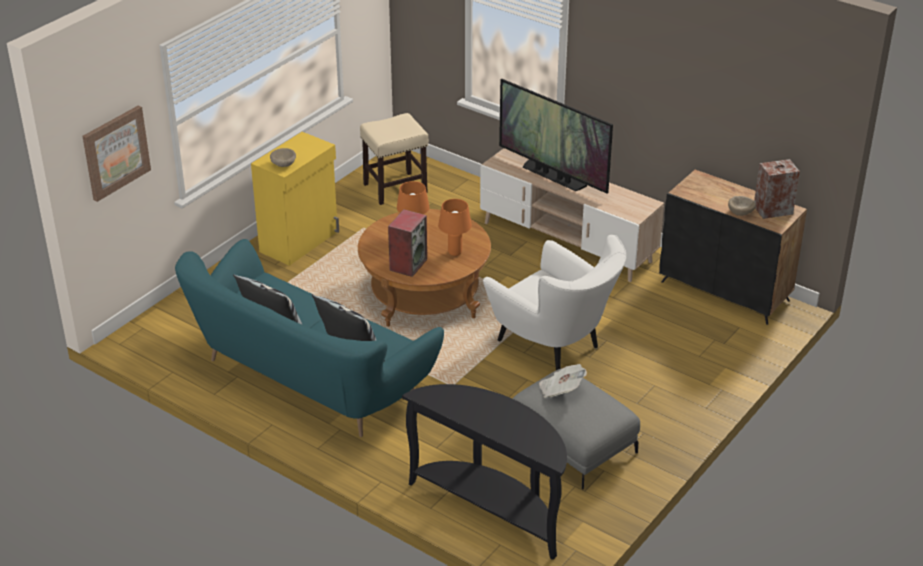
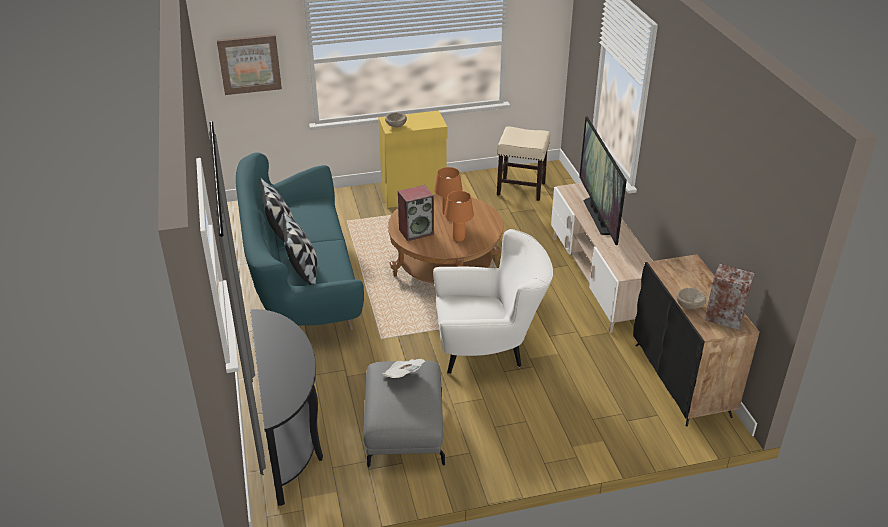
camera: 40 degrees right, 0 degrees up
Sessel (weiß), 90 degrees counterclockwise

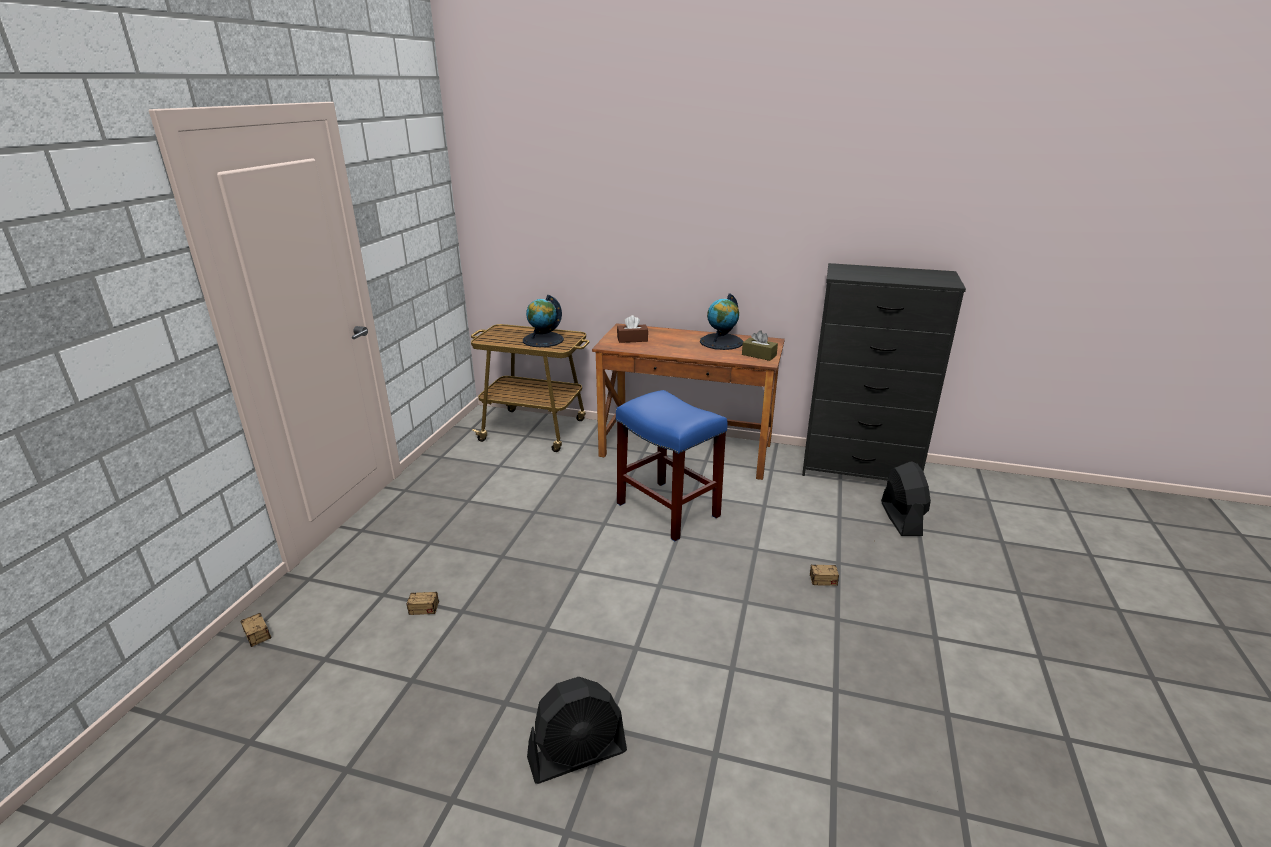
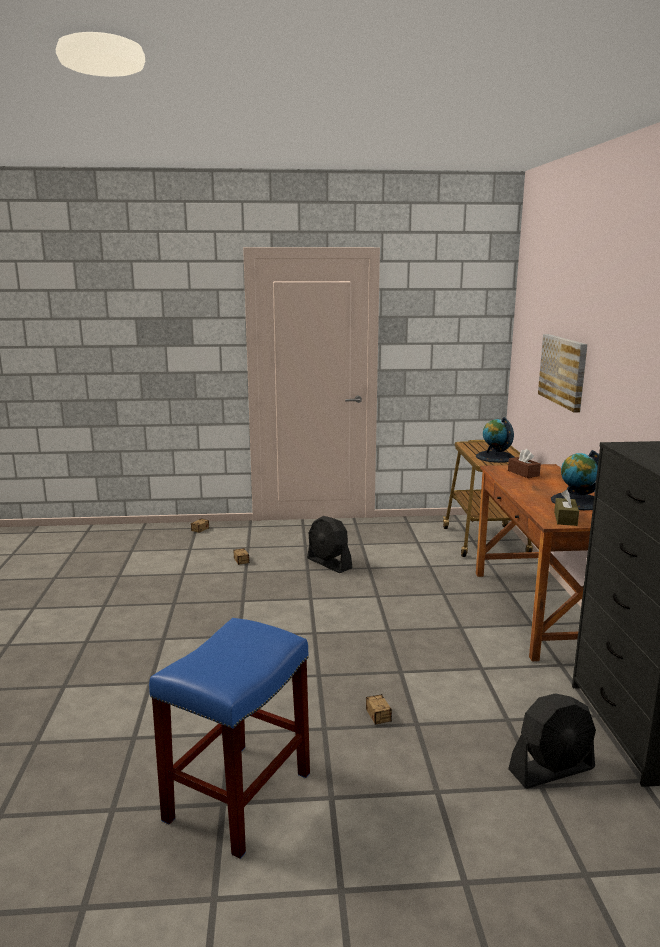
camera: 70 degrees right, 10 degrees down
Hocker (blau), move
Ventilator (schwarz) (1st from left), move
none -> Bild

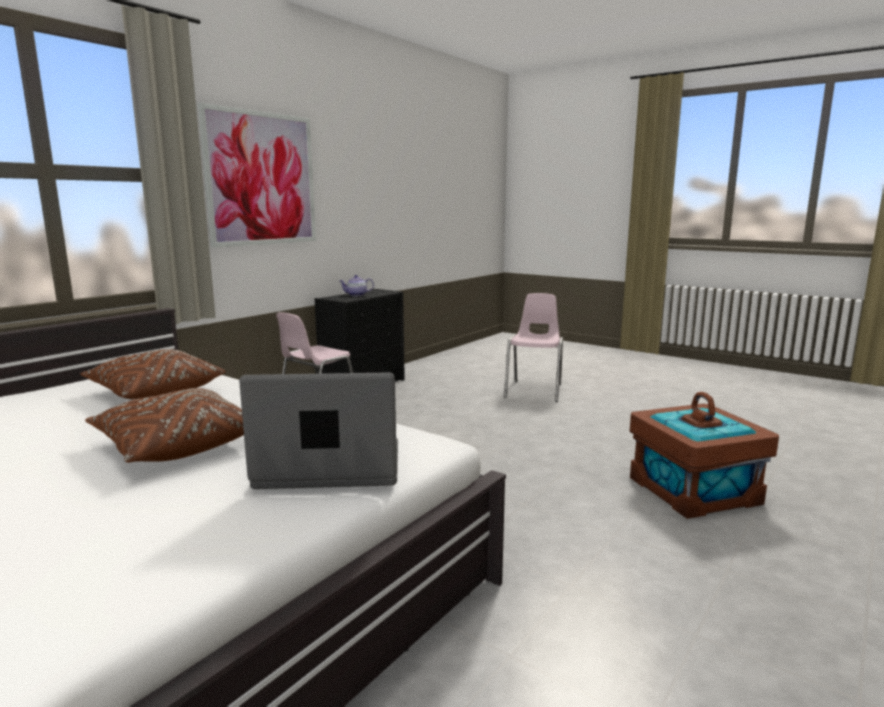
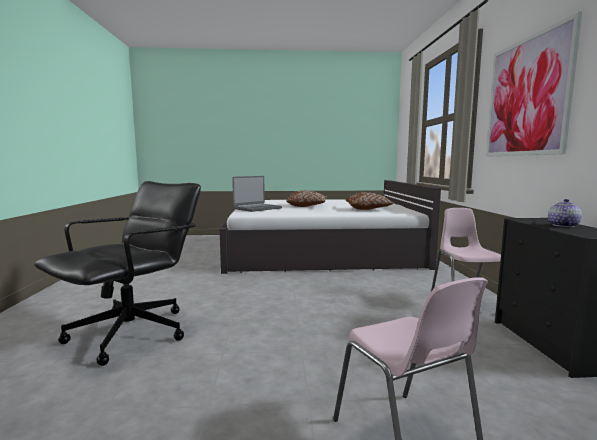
camera: 140 degrees right, 5 degrees down
Aufbewahrungsbox (braun) -> Bürostuhl (schwarz)

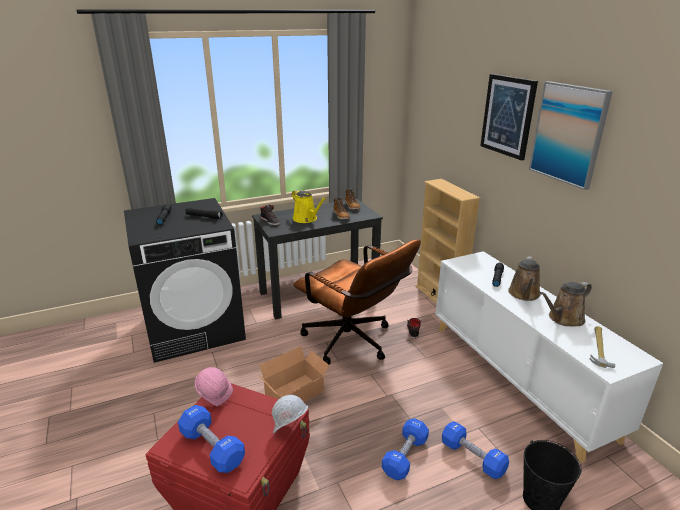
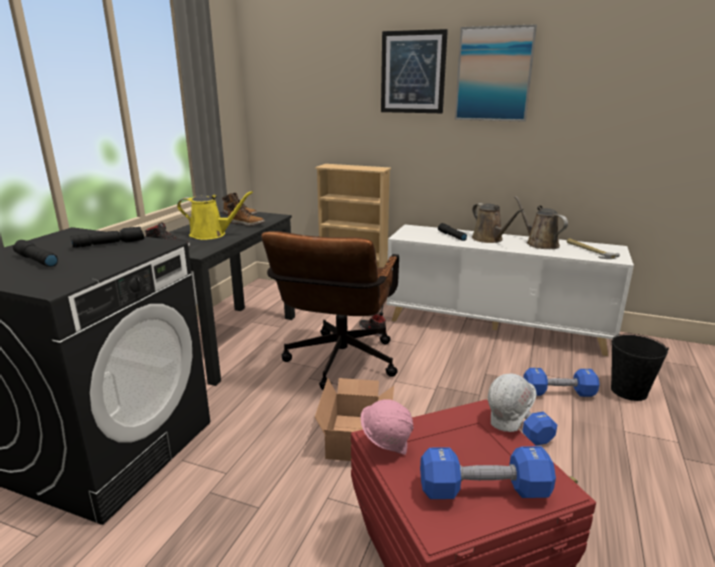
camera: 45 degrees left, 5 degrees down
Bürostuhl (braun), 105 degrees clockwise
Gießkanne (braun) (2nd from left), 135 degrees clockwise

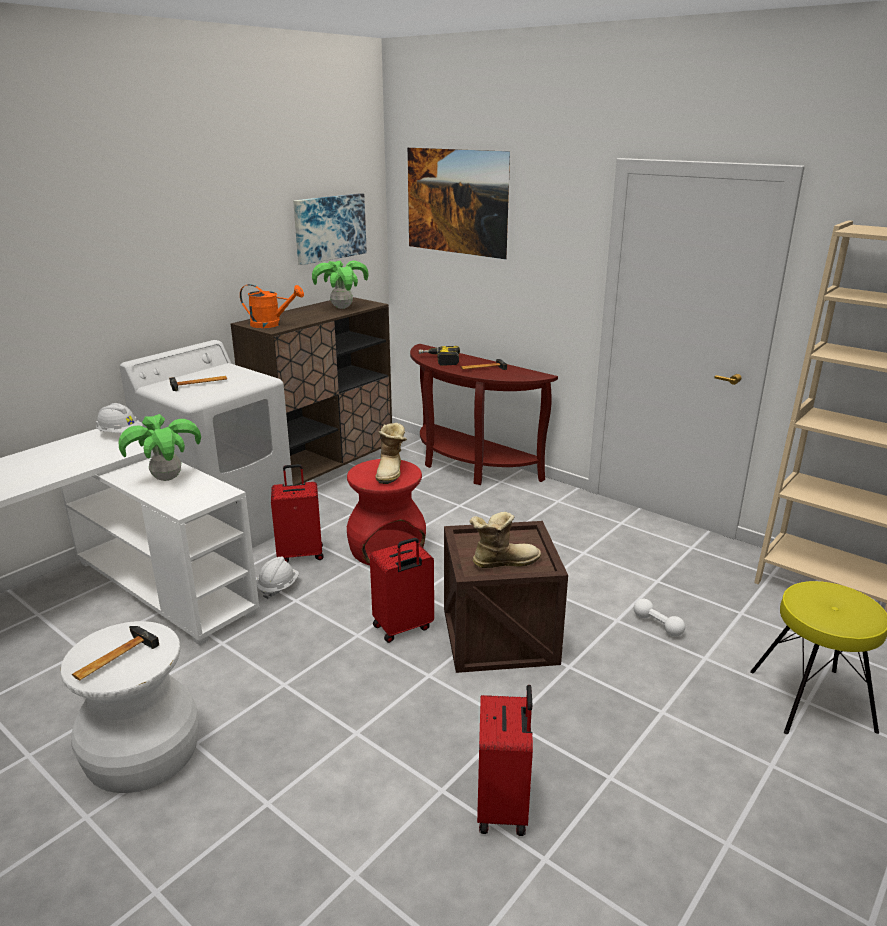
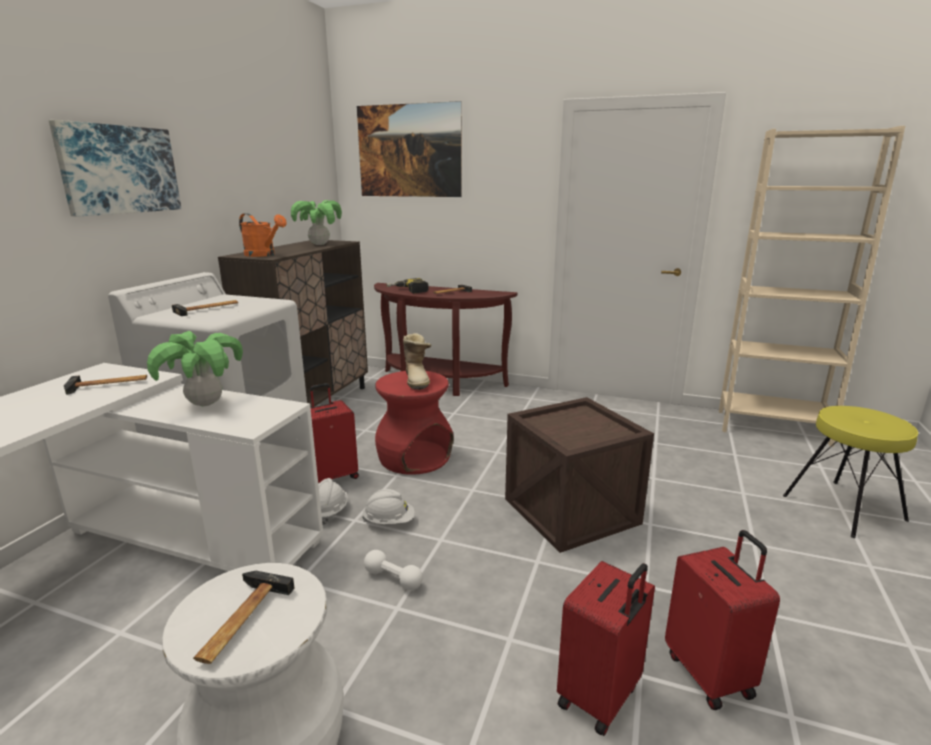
camera: 20 degrees left, 5 degrees down
Bild (1st from left), move
none -> Hammer (1st from left)
Gießkanne (orange), 45 degrees clockwise
Schutzhelm (weiß) (1st from left in the first image) -> Schutzhelm (weiß) (2nd from left), move
Hantel (weiß), move
Koffer (rot) (2nd from left), move
Stiefel (2nd from left) -> none

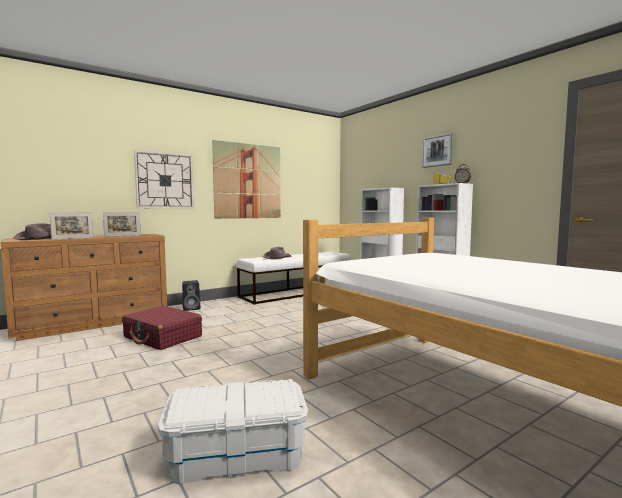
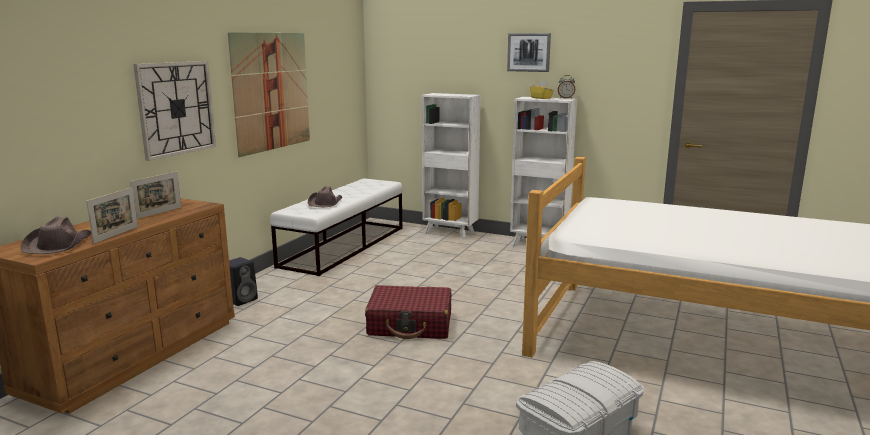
camera: 30 degrees left, 10 degrees up
Koffer (rot), move

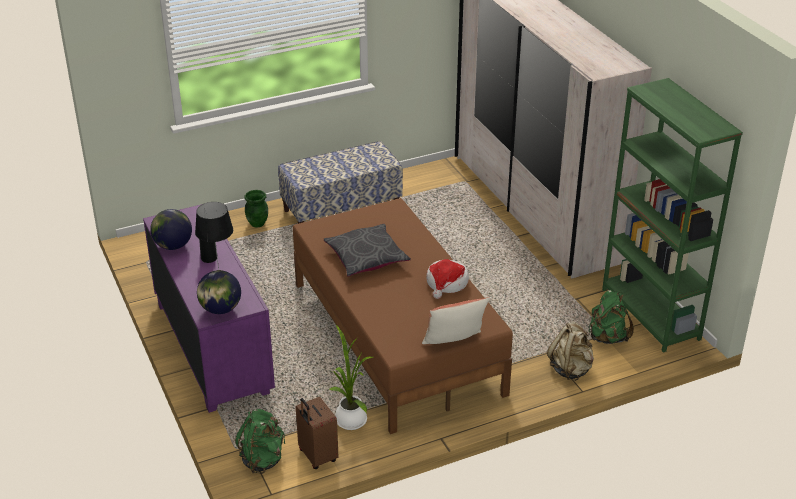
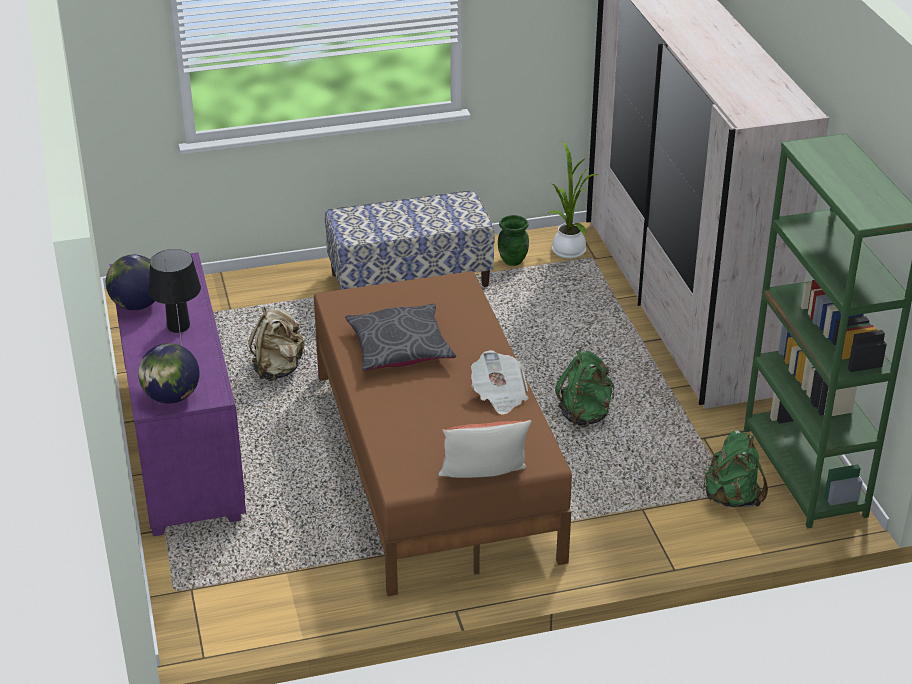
camera: 10 degrees right, 0 degrees up
Rucksack (beige), move
Hut -> Zeitung
Vase (grün), move
Topfpflanze, move
Rucksack (grün) (1st from left), move
Koffer (braun) -> none

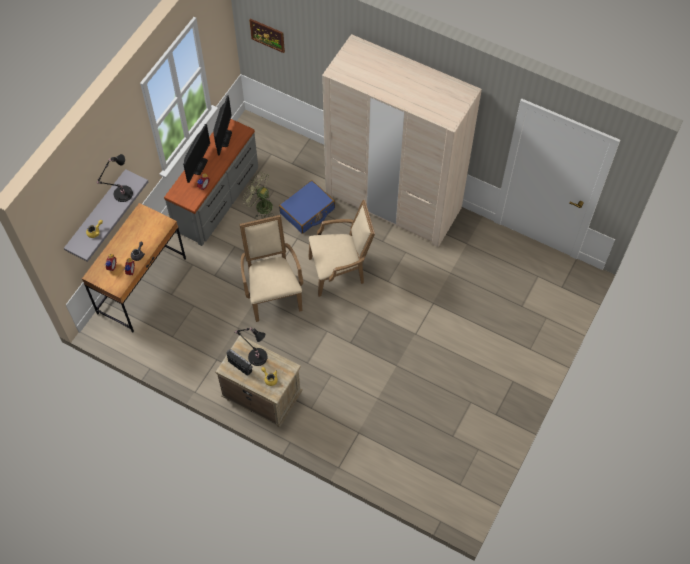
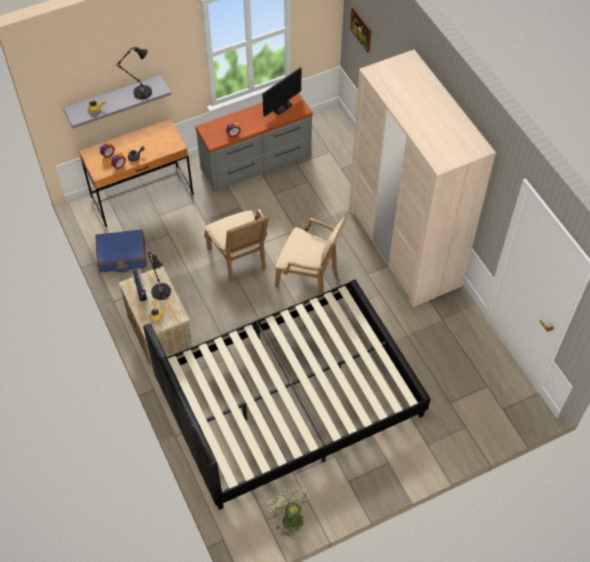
camera: 35 degrees right, 5 degrees down
Koffer (blau), move
none -> Bett (schwarz)
Sessel (beige) (1st from left), 135 degrees clockwise
Ventilator (grün), move
Monitor (1st from left) -> none

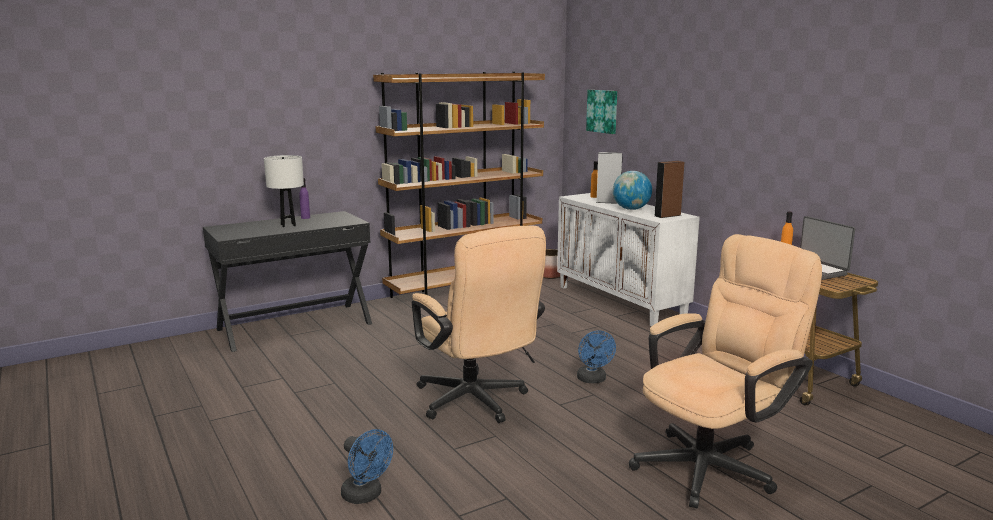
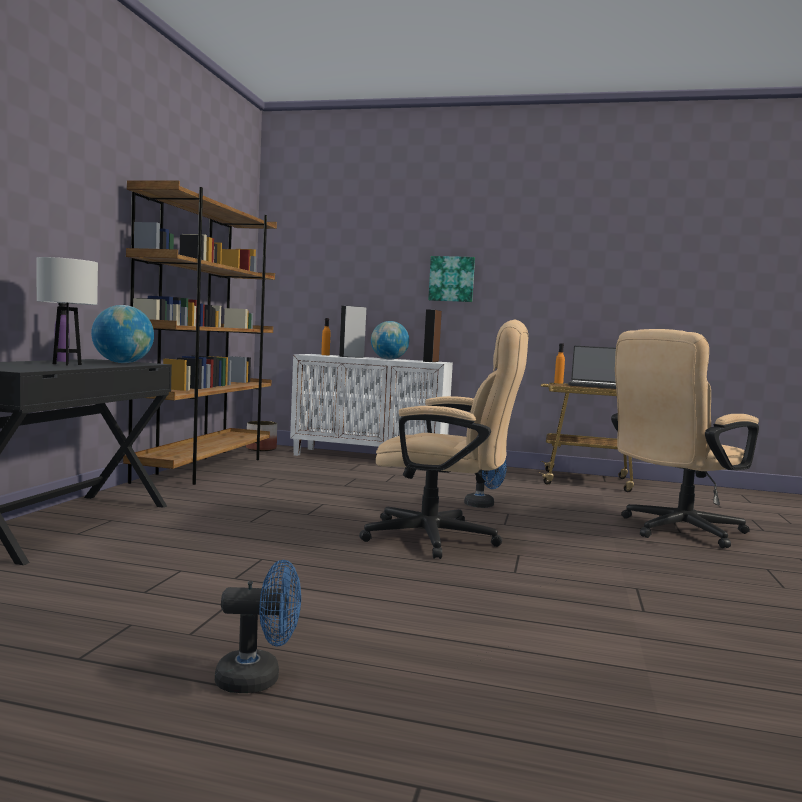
camera: 45 degrees left, 10 degrees down
none -> Globus (1st from left)
Ventilator (blau) (1st from left), move
Bild, move
Bürostuhl (beige) (2nd from left), 135 degrees counterclockwise

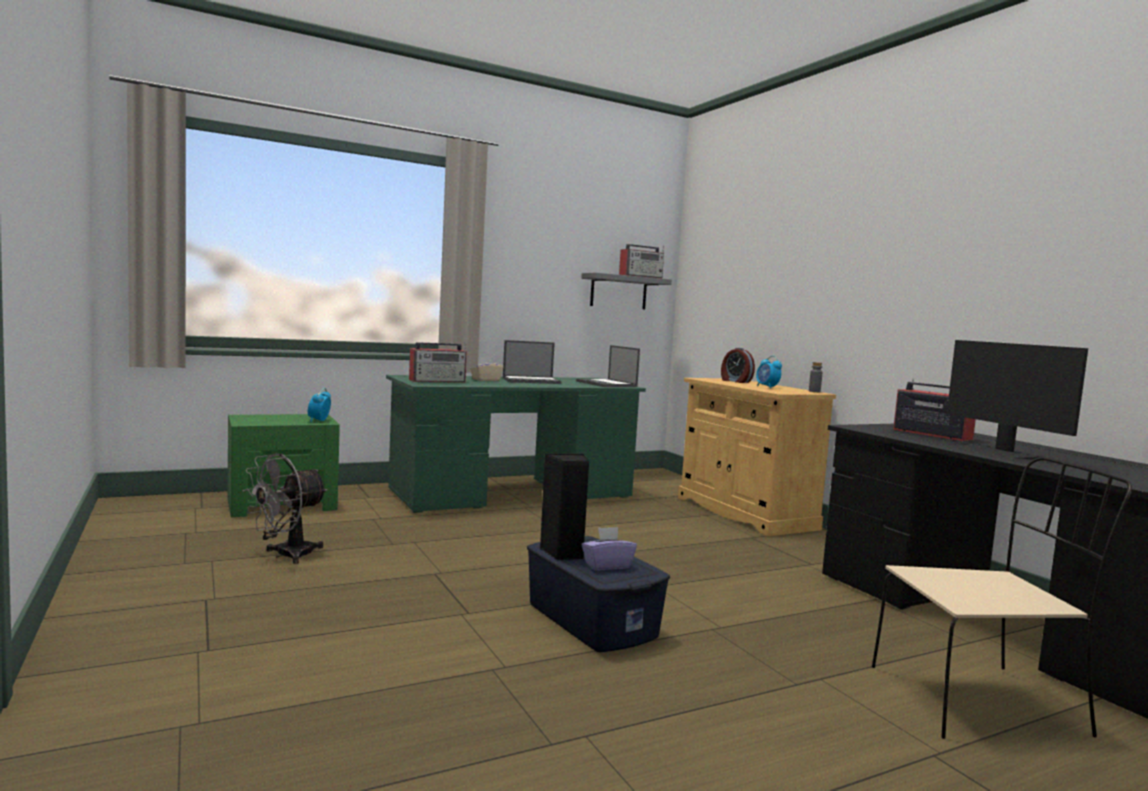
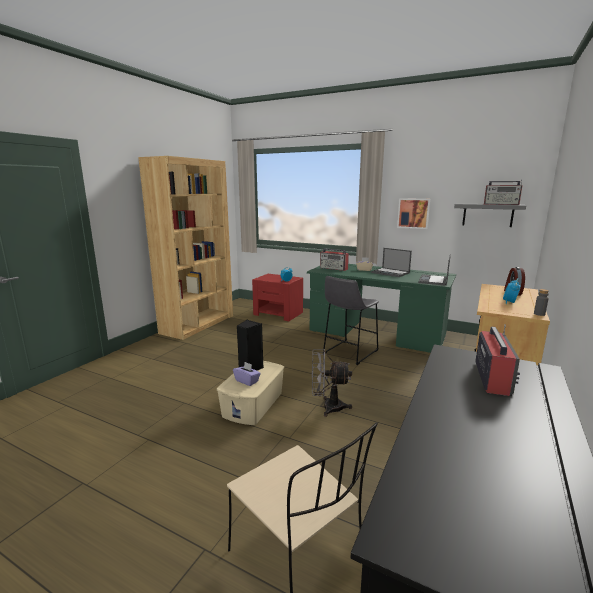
camera: 55 degrees right, 10 degrees up
none -> Bücherregal (braun)
Aufbewahrungsbox (blau) -> Aufbewahrungsbox (beige)
Nachttisch (grün) -> Nachttisch (rot)
Ventilator (grau), move
none -> Hocker (grau)
none -> Bild
Monitor -> none

